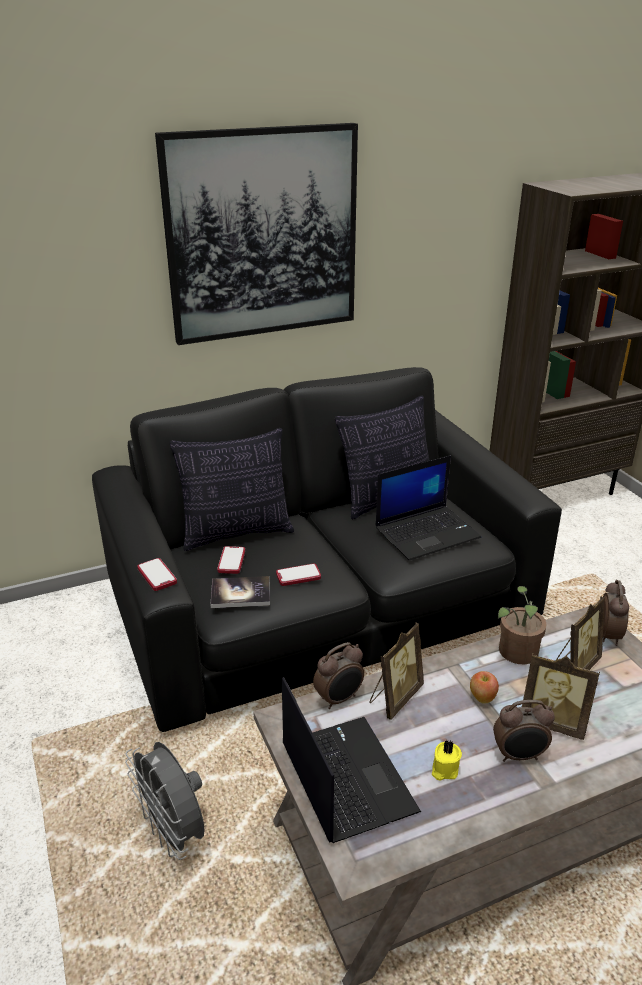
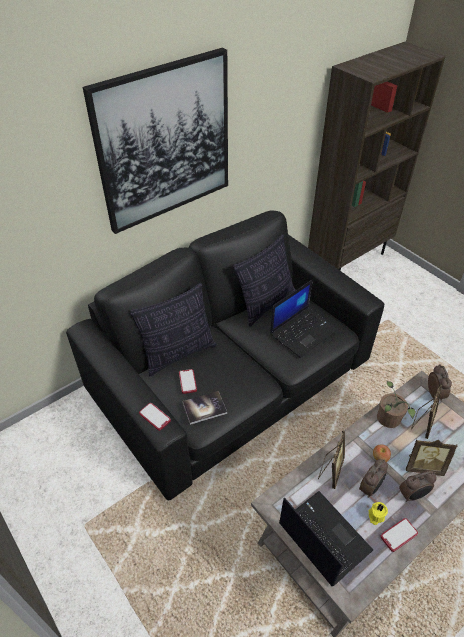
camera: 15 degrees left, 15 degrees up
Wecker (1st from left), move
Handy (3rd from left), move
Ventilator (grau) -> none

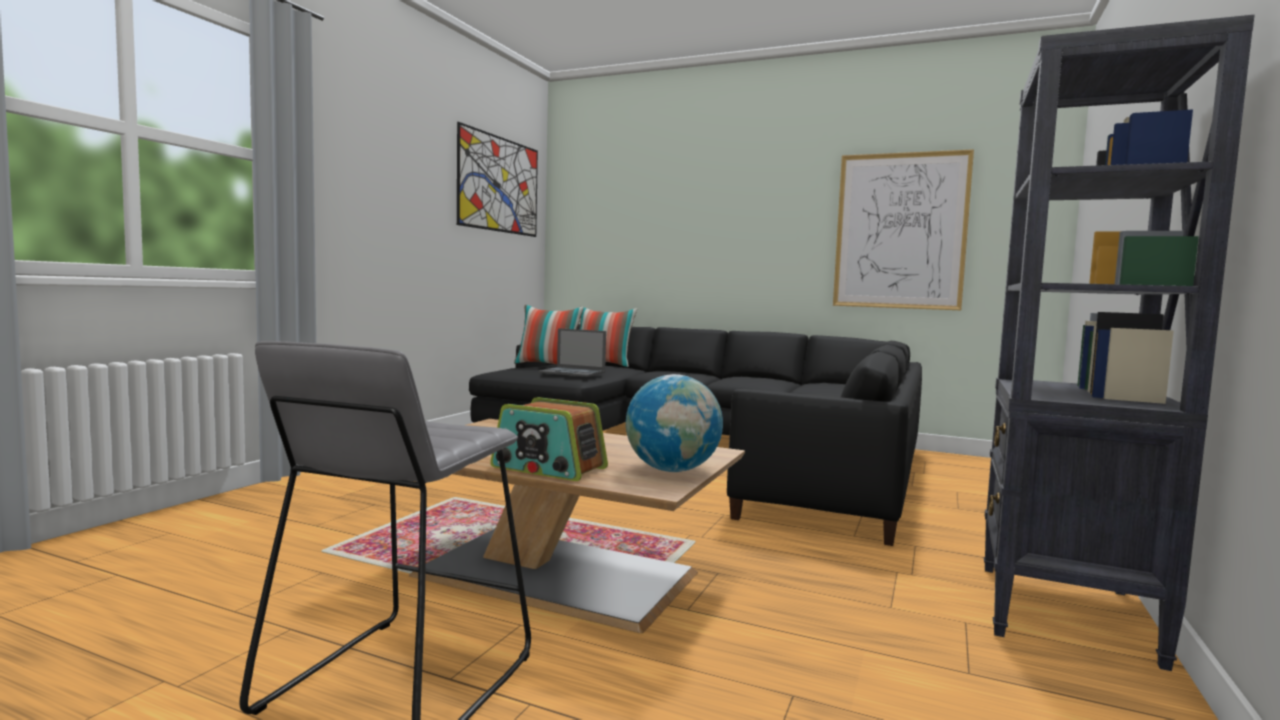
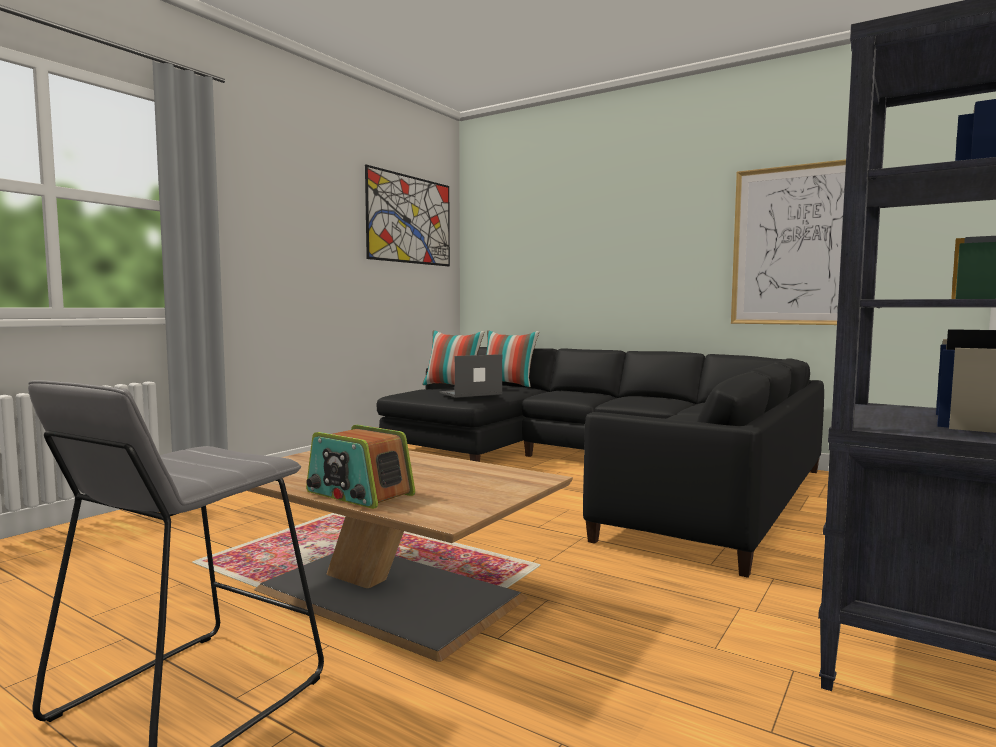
camera: 10 degrees right, 0 degrees up
Laptop, 120 degrees clockwise
Globus -> none

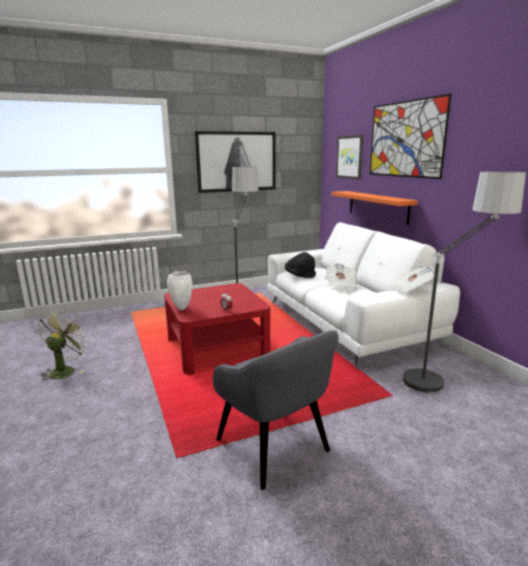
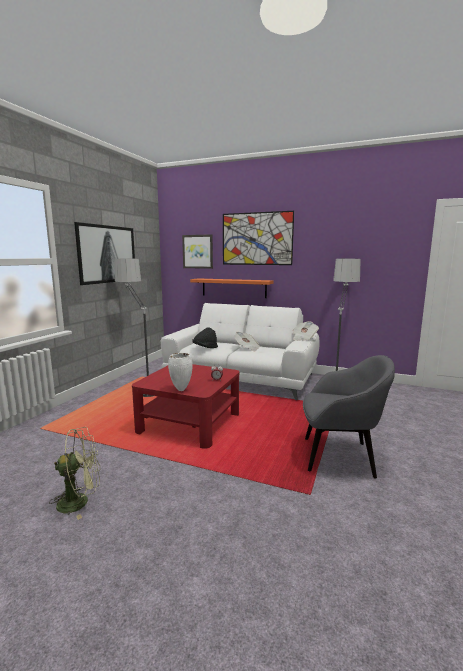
camera: 45 degrees left, 5 degrees down
Ventilator (grün), 105 degrees clockwise

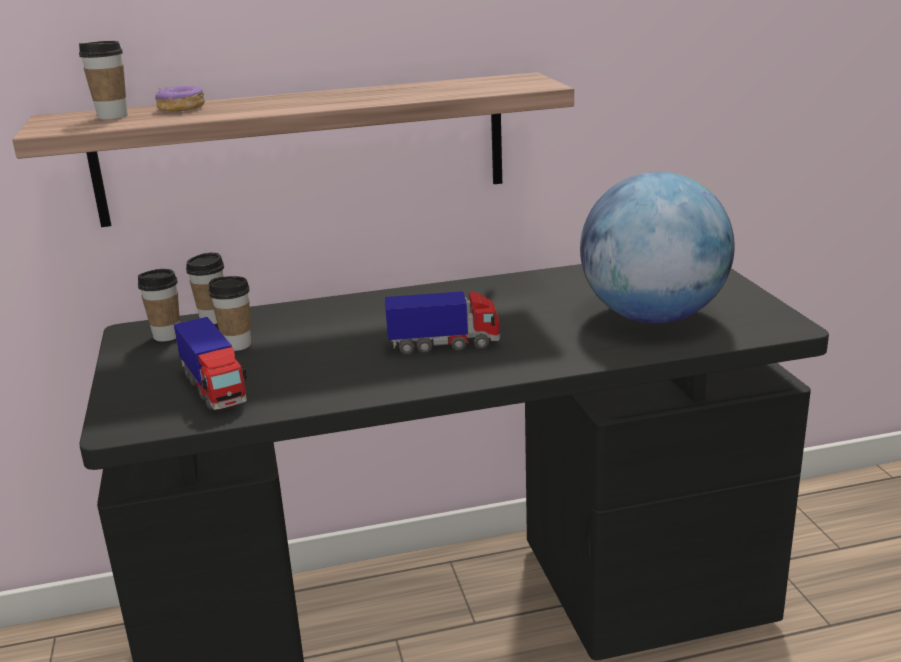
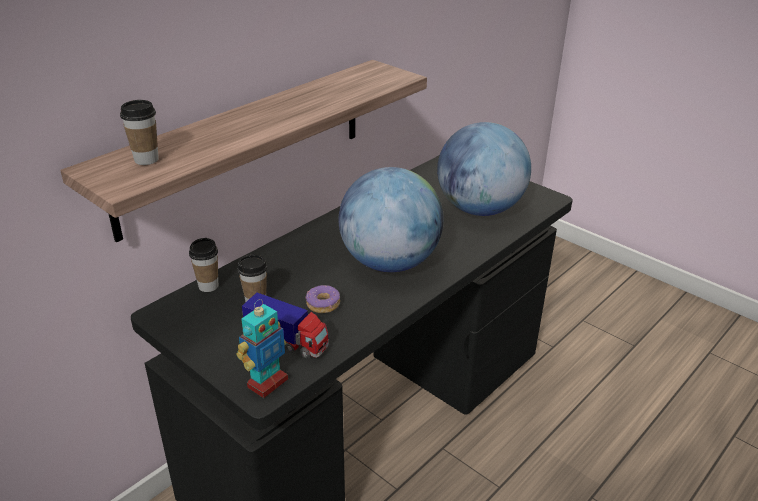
camera: 35 degrees left, 10 degrees up
none -> Spielzeugroboter
Donut, move
Spielzeuglaster (2nd from left) -> Globus (1st from left)
Tasse (2nd from left) -> none

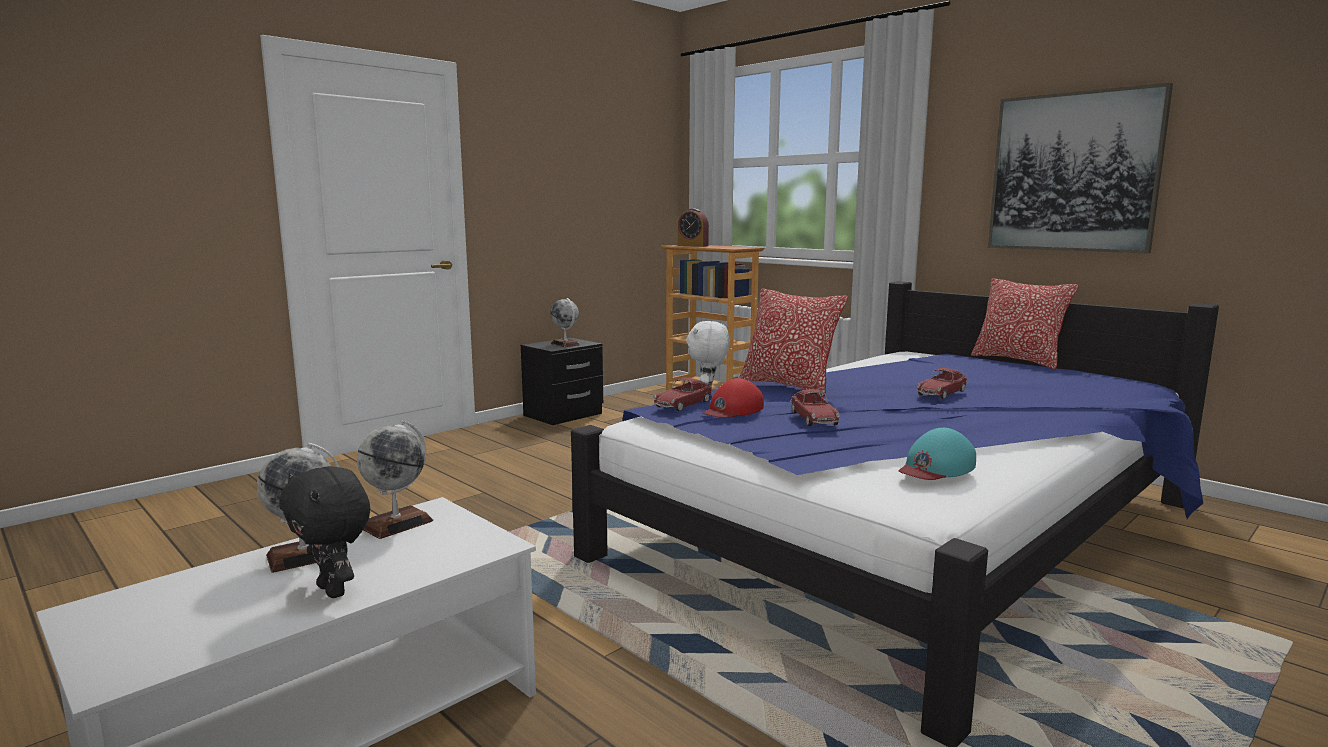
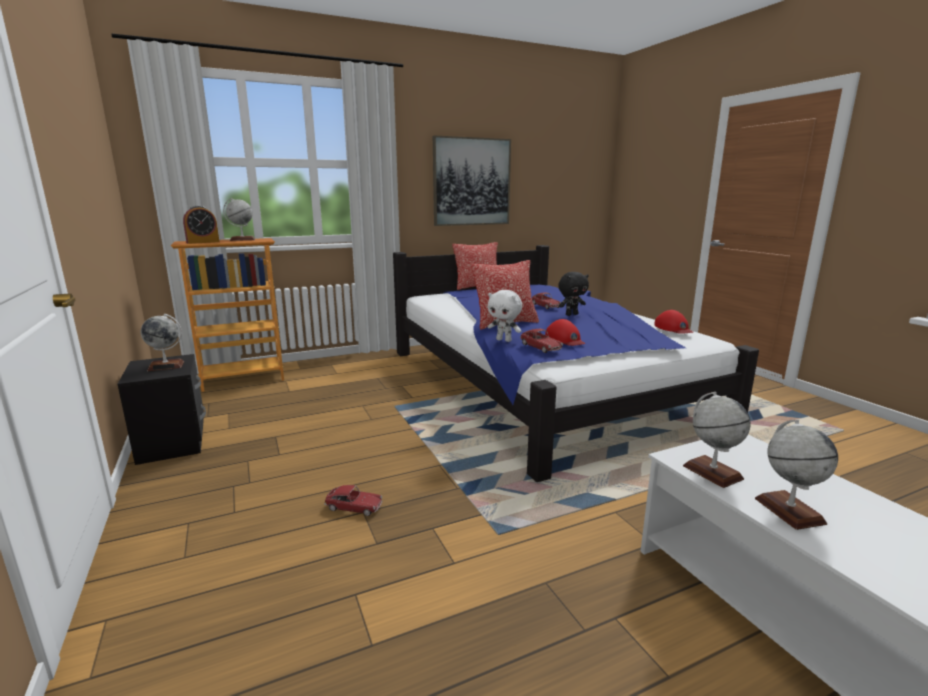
camera: 70 degrees left, 5 degrees up
none -> Globus (2nd from left)
Spielzeugauto (2nd from left in the first image) -> Spielzeugauto (1st from left), move
Plüschtier (schwarz), move
Kappe (türkis) -> Kappe (rot) (2nd from left)

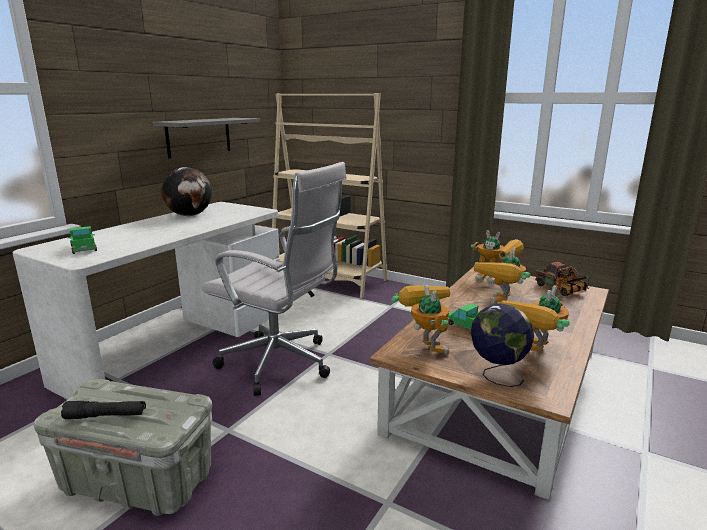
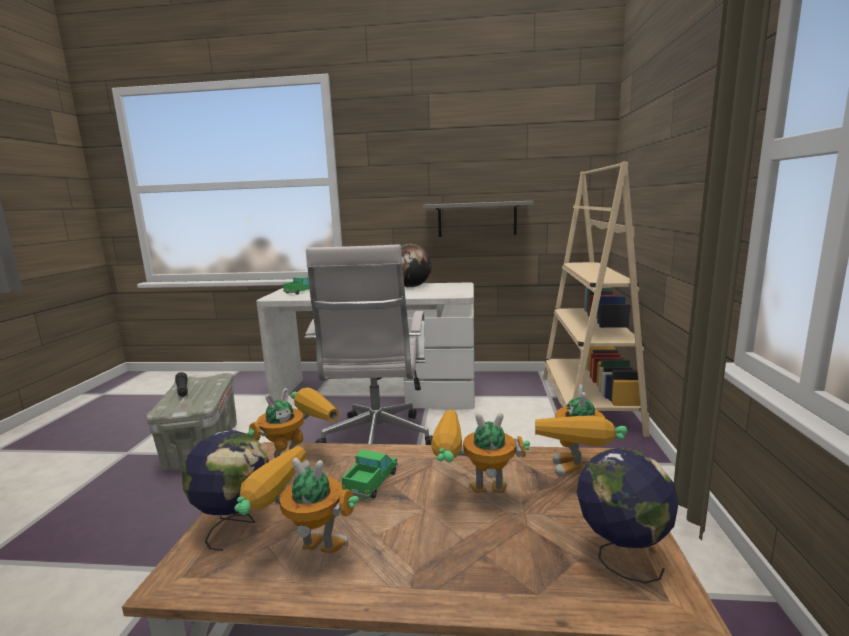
camera: 65 degrees right, 5 degrees down
Spielzeuglaster (3rd from left) -> Globus (3rd from left)

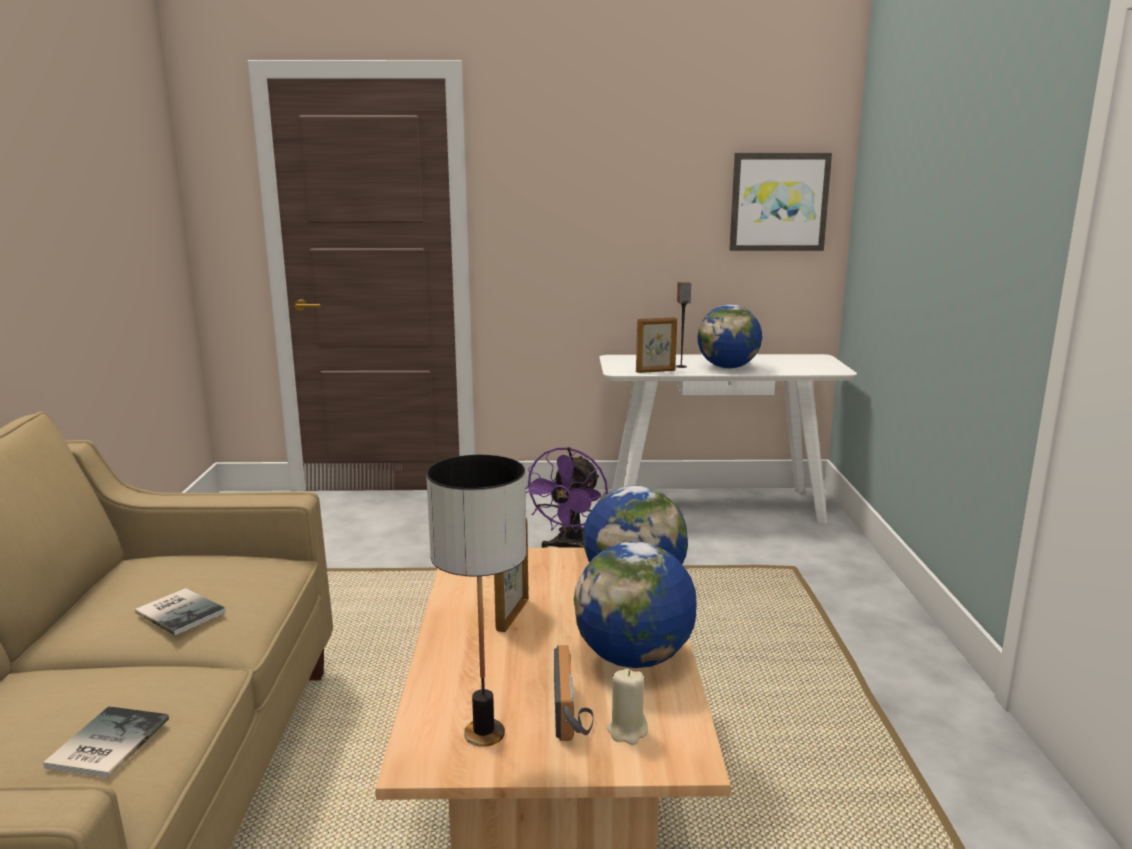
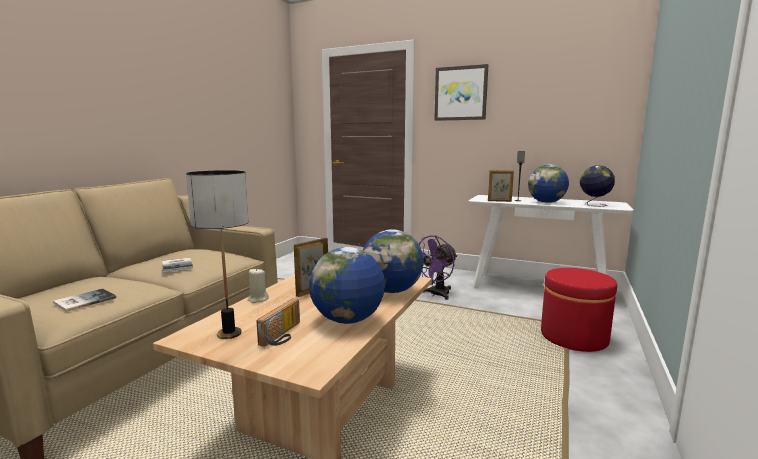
camera: 25 degrees right, 5 degrees down
Kerze (beige), move
Bild, move
none -> Polsterhocker (rot)
none -> Globus (4th from left)

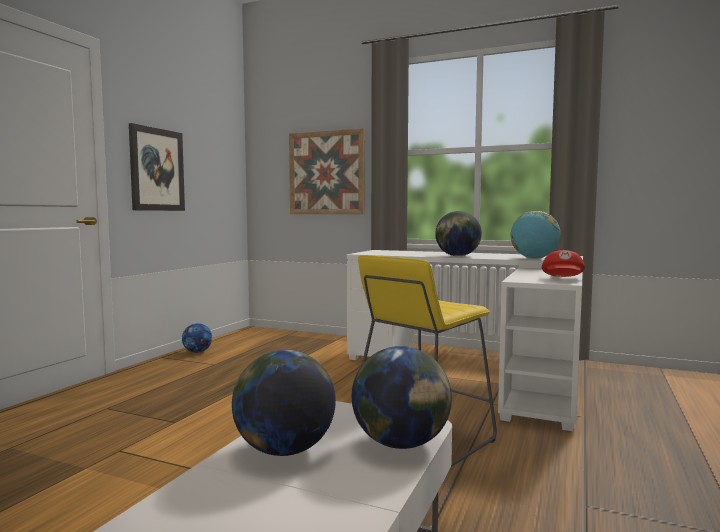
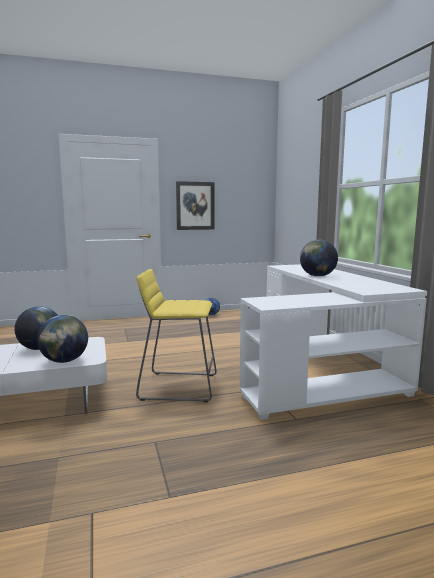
camera: 50 degrees right, 5 degrees up
Bild (2nd from left) -> none
Globus (4th from left) -> none
Kappe (rot) -> none

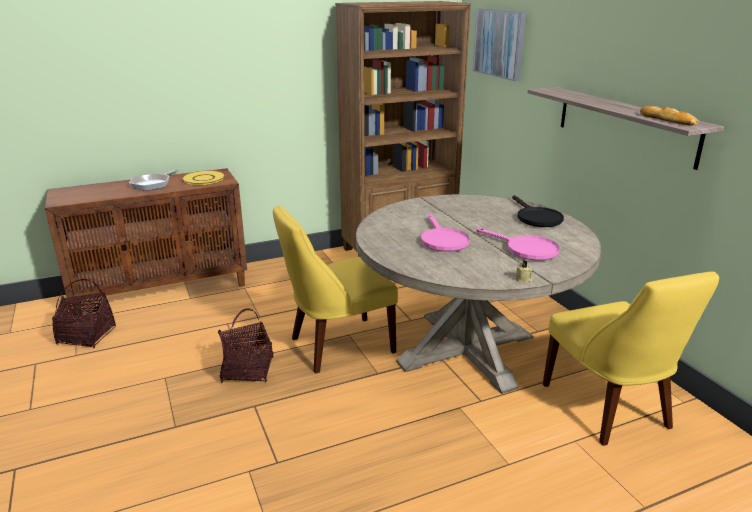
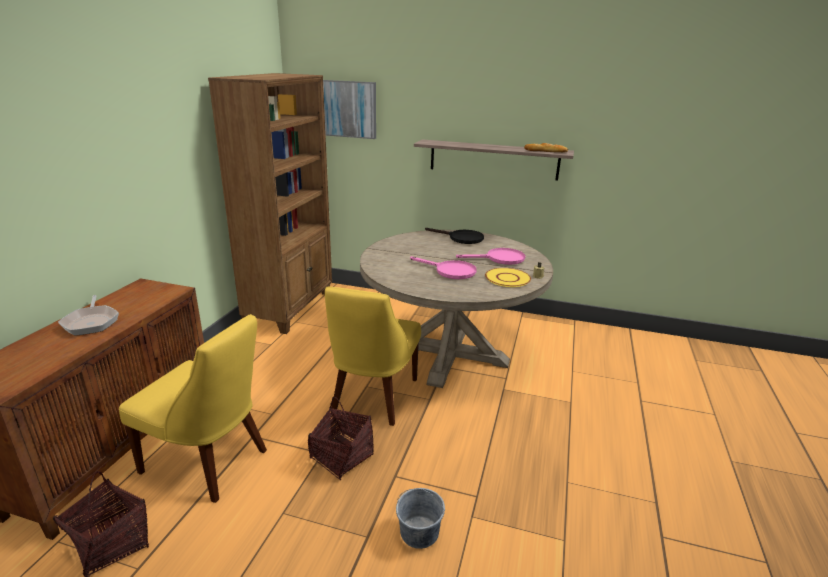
camera: 50 degrees left, 0 degrees up
Stuhl (gelb) (2nd from left in the first image) -> Stuhl (gelb) (1st from left), move
none -> Eimer (grau)
Teller (gelb), move

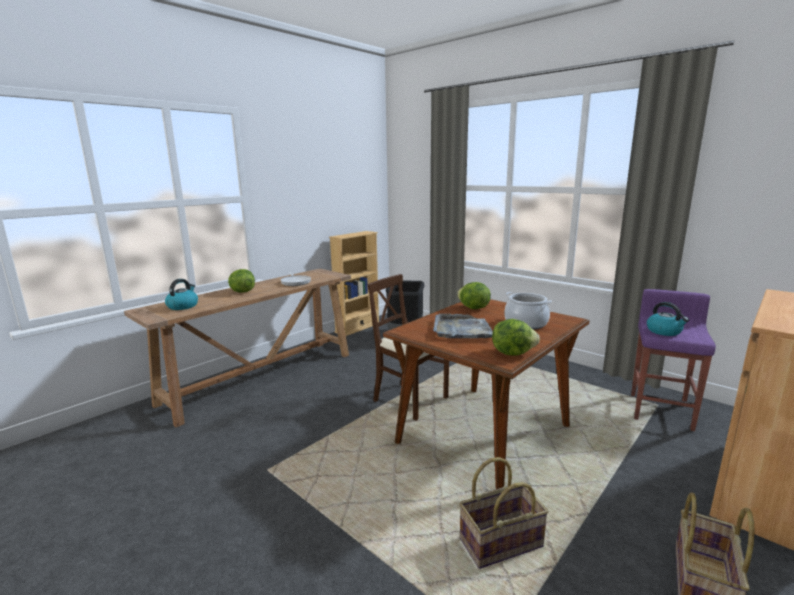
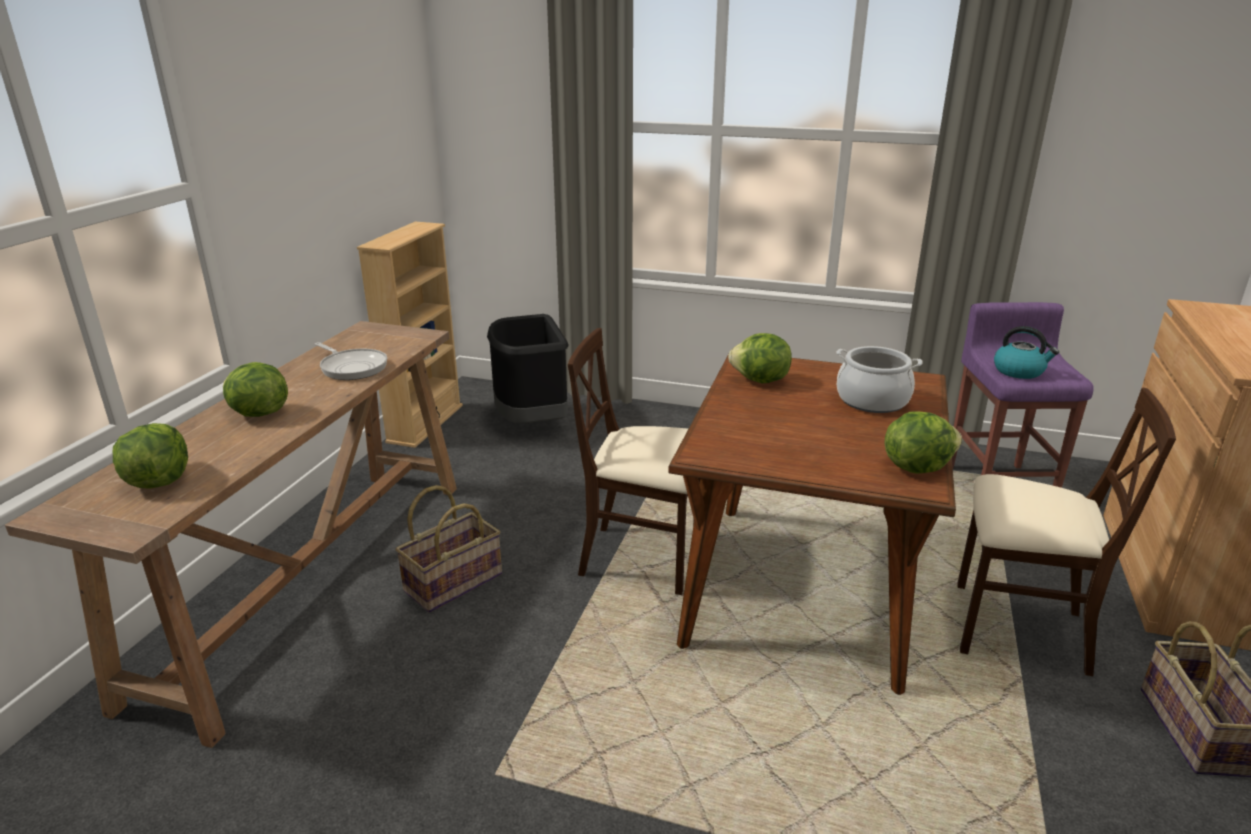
camera: 25 degrees left, 10 degrees up
Wasserkessel (1st from left) -> Salatkopf (1st from left)
Korb (1st from left), move
none -> Stuhl (beige) (2nd from left)
Tablett (grau) -> none

